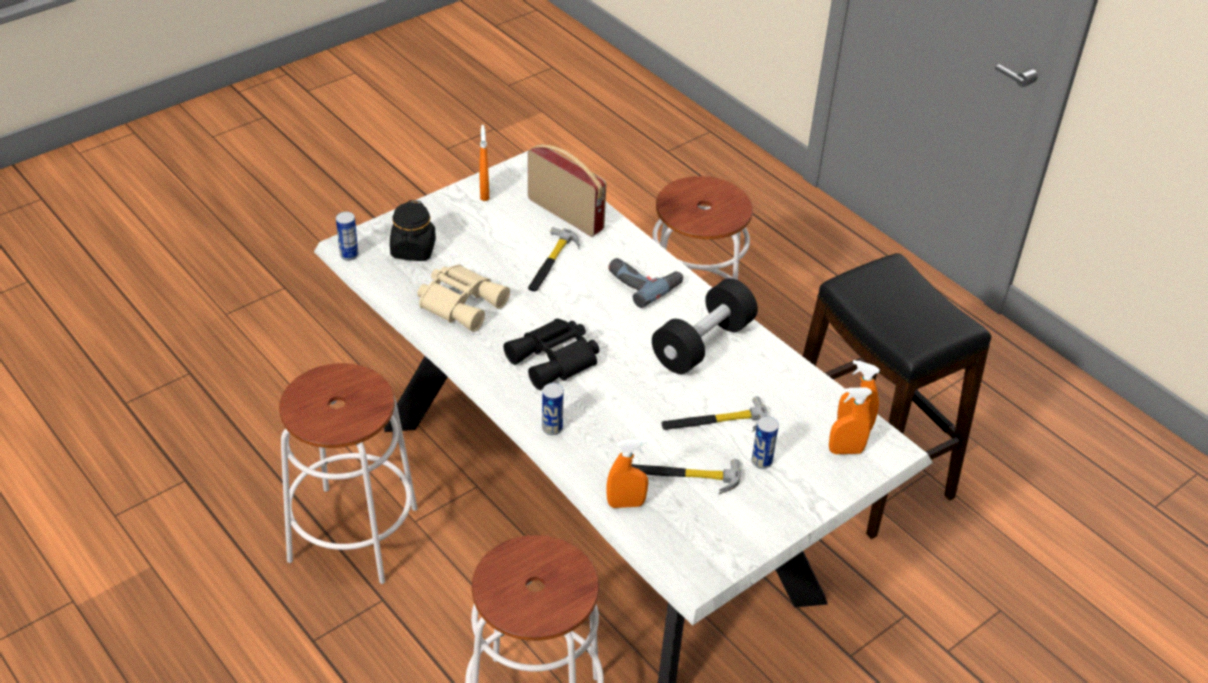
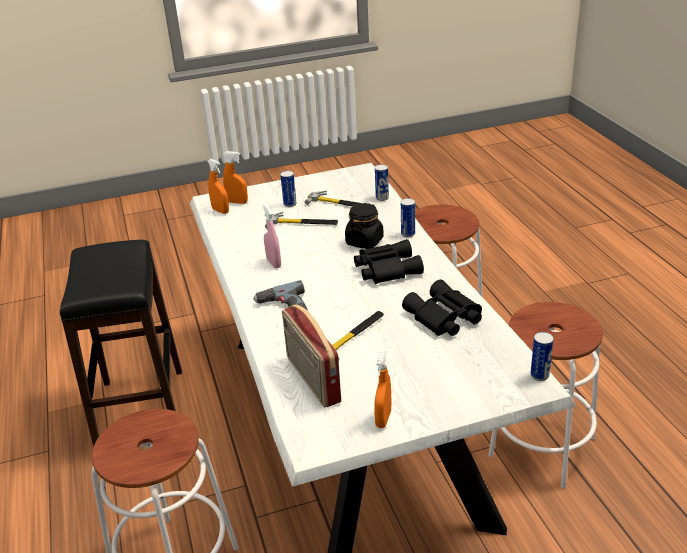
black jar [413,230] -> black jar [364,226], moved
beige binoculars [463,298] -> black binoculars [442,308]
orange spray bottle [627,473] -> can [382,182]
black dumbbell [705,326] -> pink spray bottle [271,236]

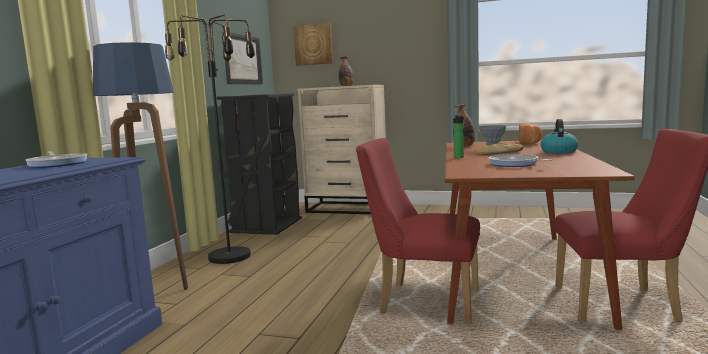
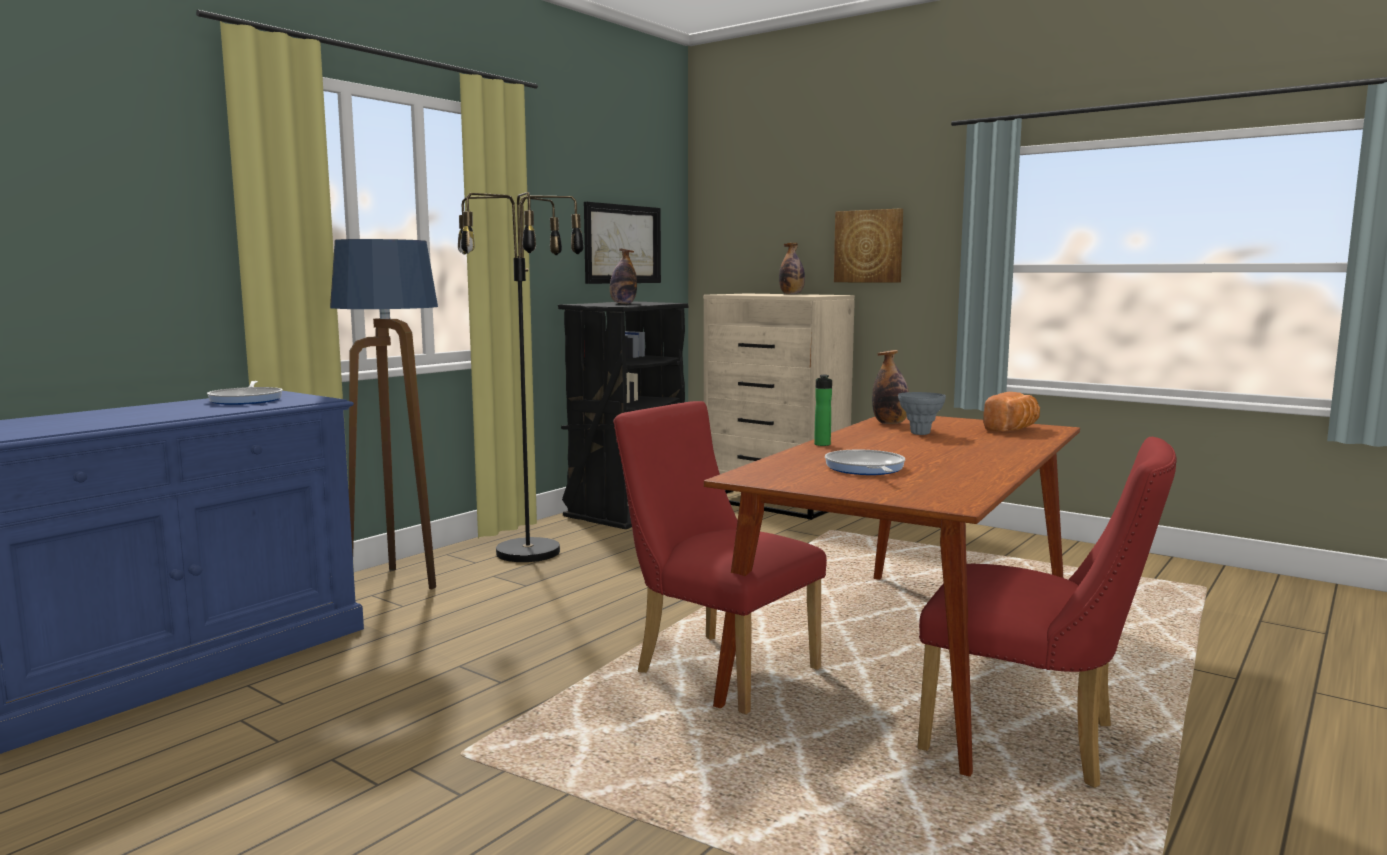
picture [313,44] -> picture [868,245], moved
bread [499,149] -> none
kettle [559,136] -> none
none -> bottle [623,276]

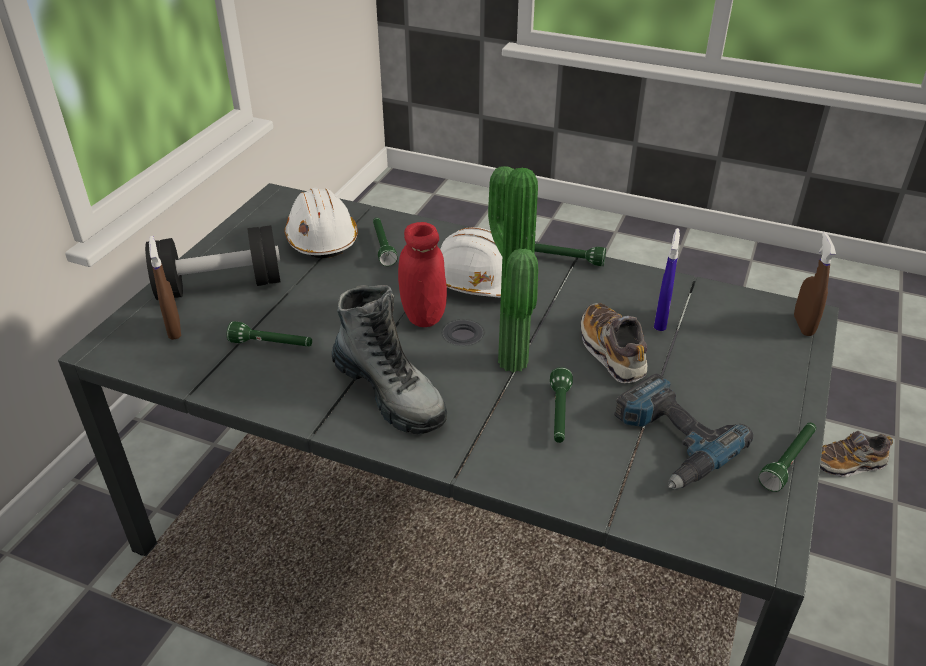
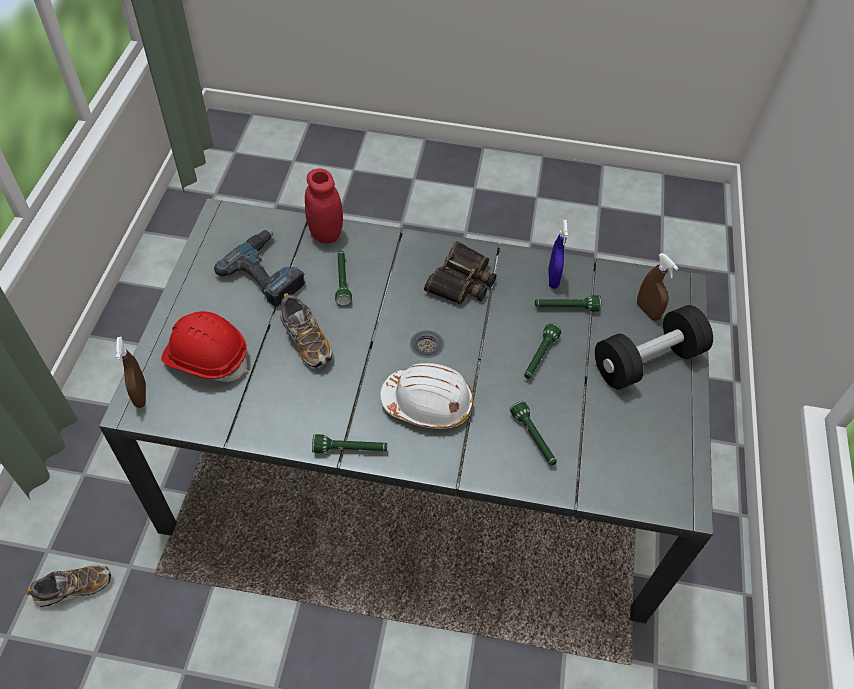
white hard hat [321,223] -> none
boot [389,359] -> binoculars [460,273]
red jar [422,274] -> red jar [324,206], moved
potted plant [513,269] -> none
blue spray bottle [667,279] -> blue spray bottle [558,254], moved
green flashlight [787,457] -> green flashlight [543,351], moved
none -> red hard hat [204,346]

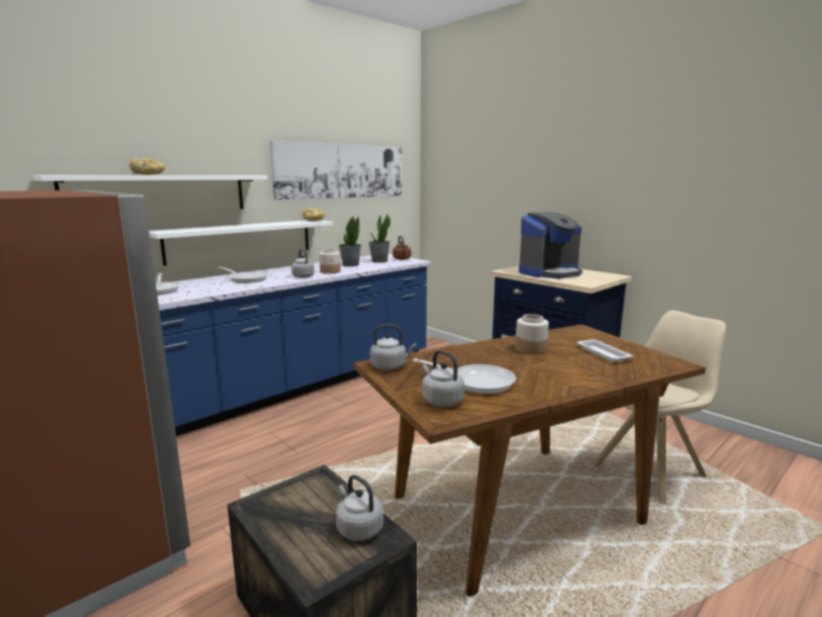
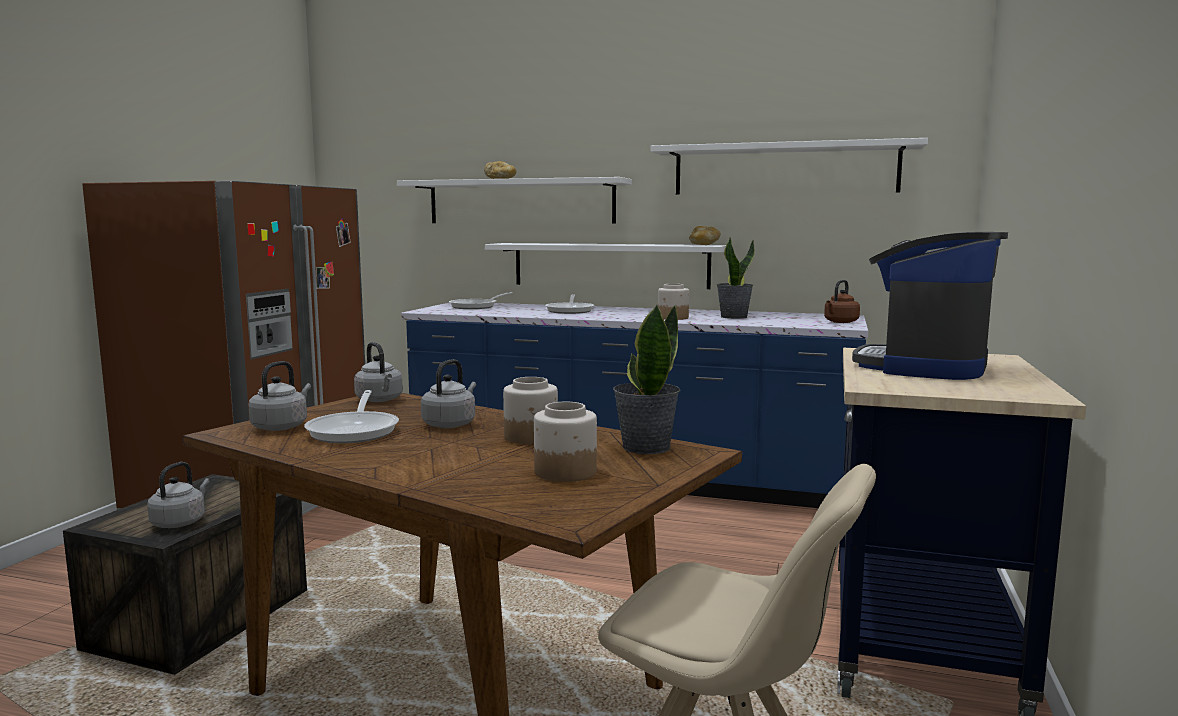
picture [336,170] -> white shelf [789,166]
grey kettle [302,263] -> grey kettle [448,393], moved
potted plant [379,238] -> potted plant [646,379], moved
coffee machine [550,245] -> coffee machine [930,306], 90 degrees clockwise
white tray [605,350] -> jar [565,442]

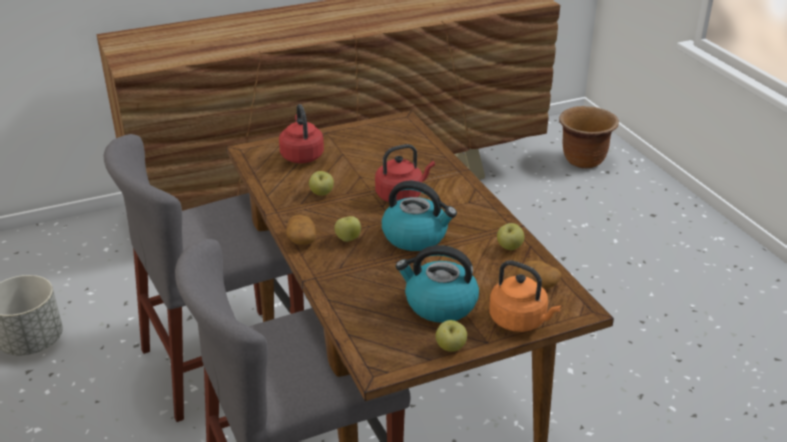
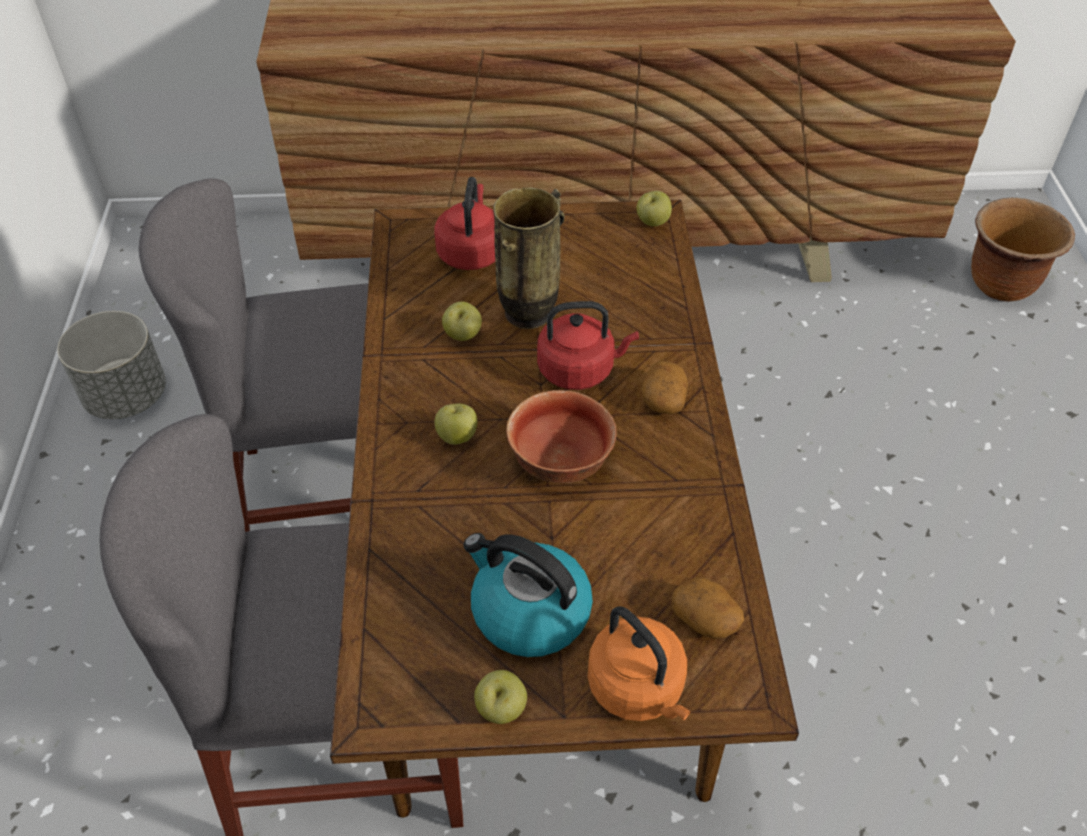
potato [301,230] -> potato [664,387], moved
kettle [419,216] -> bowl [561,436]
apple [510,236] -> apple [654,208], moved
none -> vase [529,258]

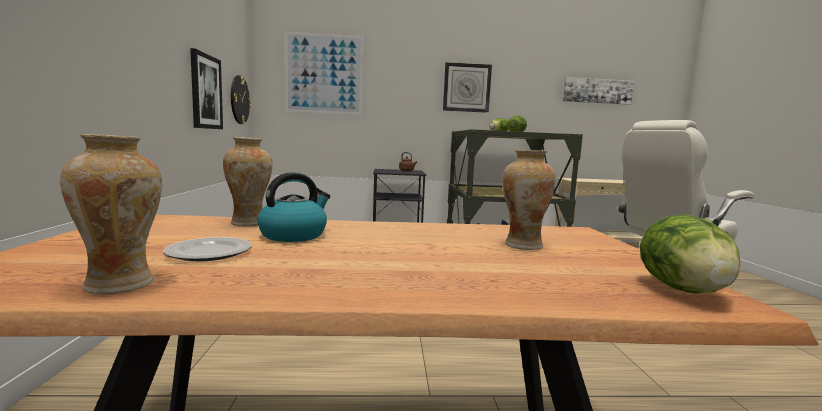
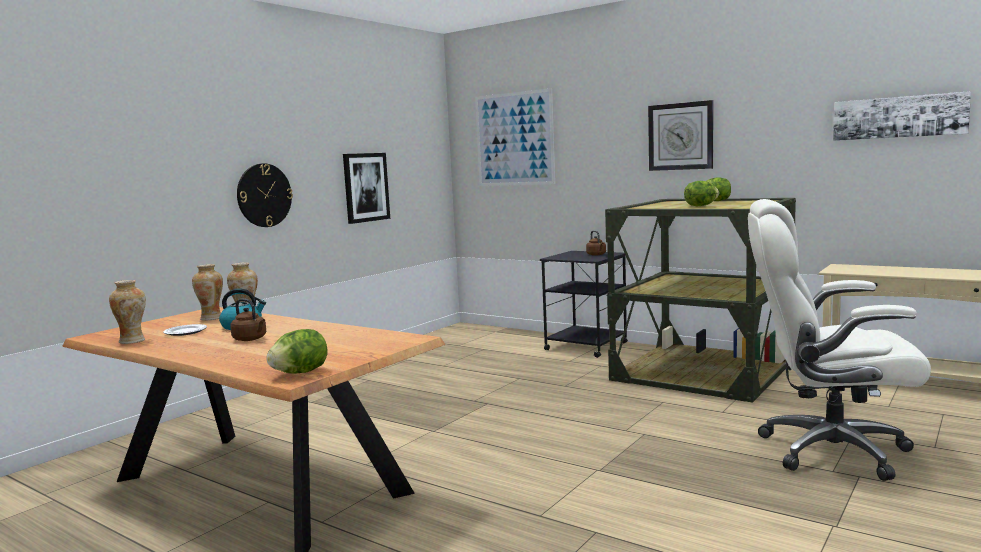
wall clock [241,99] -> wall clock [265,195], moved
vase [529,200] -> vase [207,292], moved
none -> brown kettle [248,320]

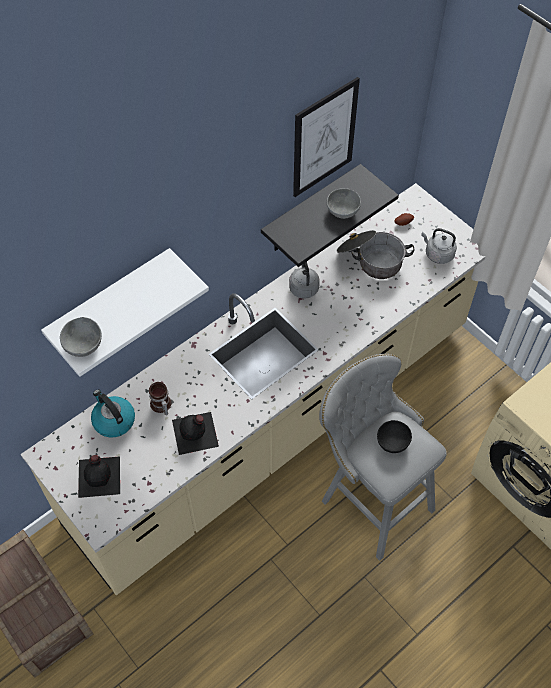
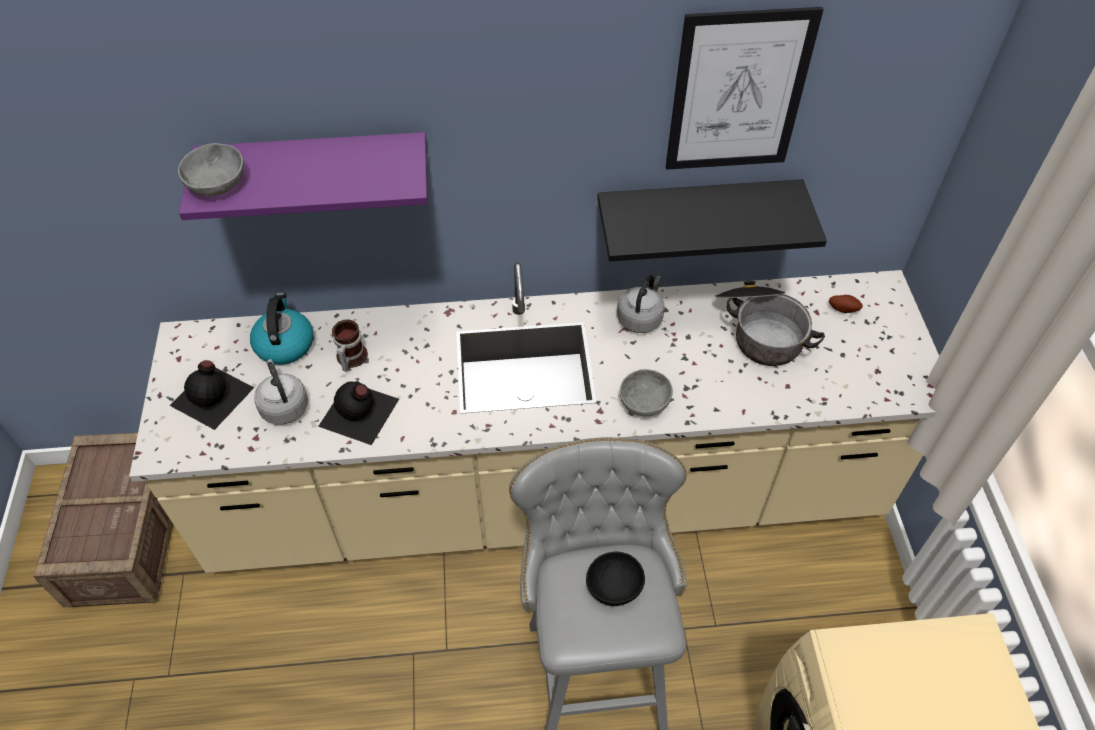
white shelf [125,312] -> purple shelf [303,176]
grey bowl [344,203] -> grey bowl [646,393], moved
grey kettle [439,246] -> grey kettle [281,392], moved

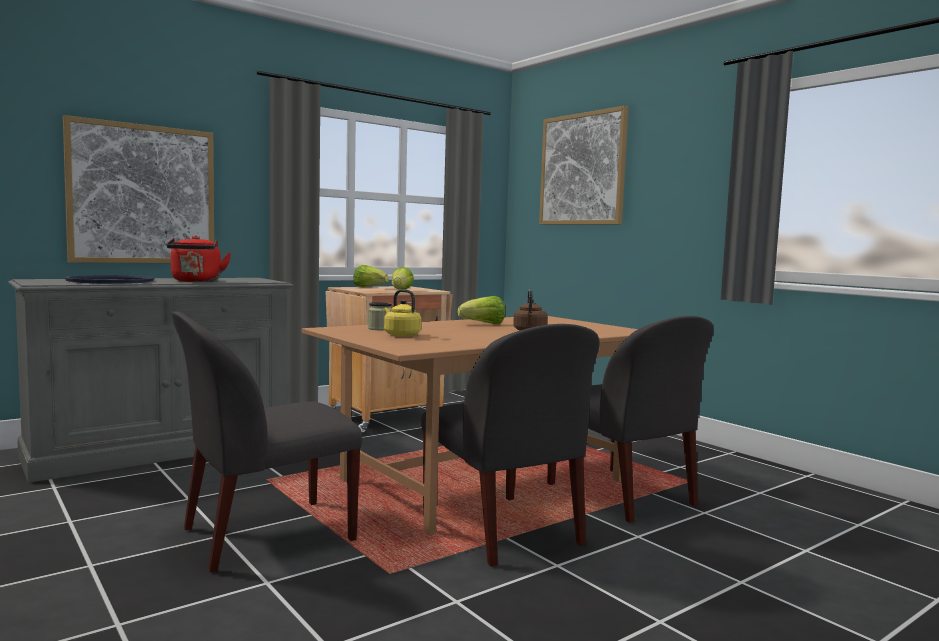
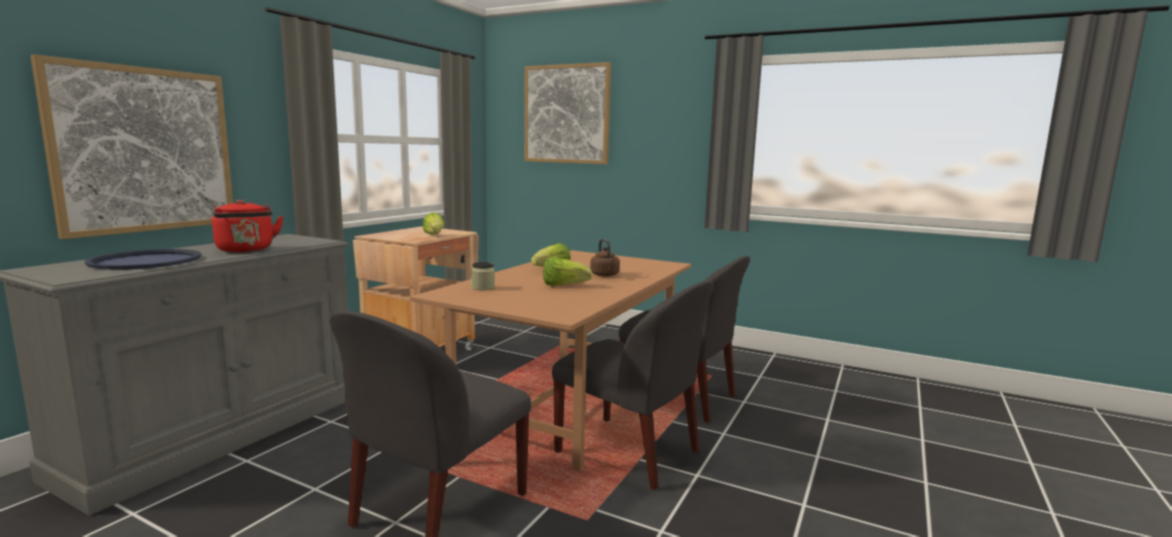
lettuce [371,276] -> lettuce [567,271], moved
yellow kettle [402,313] -> none

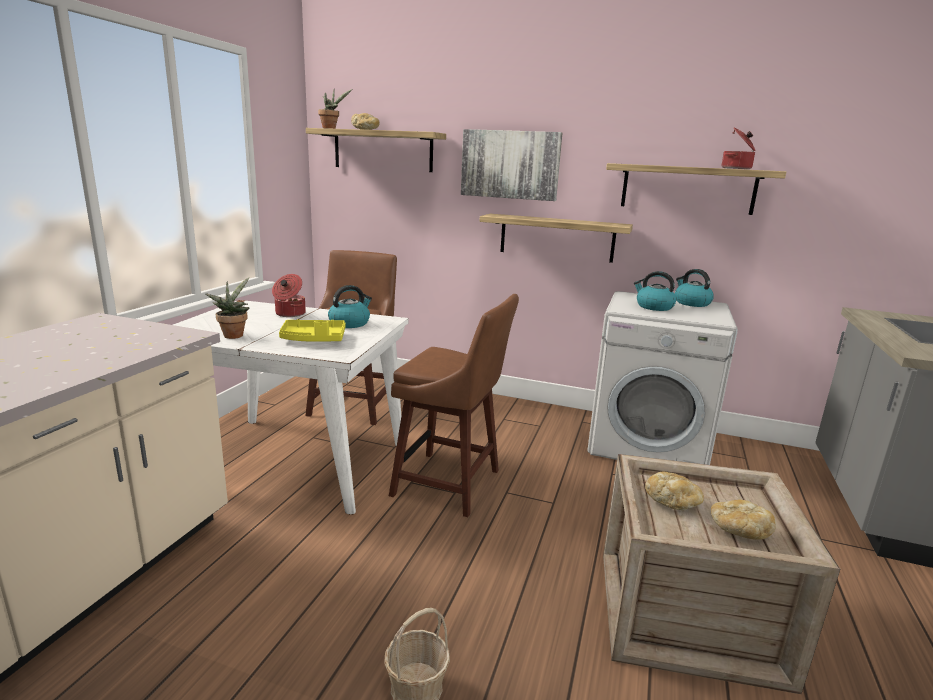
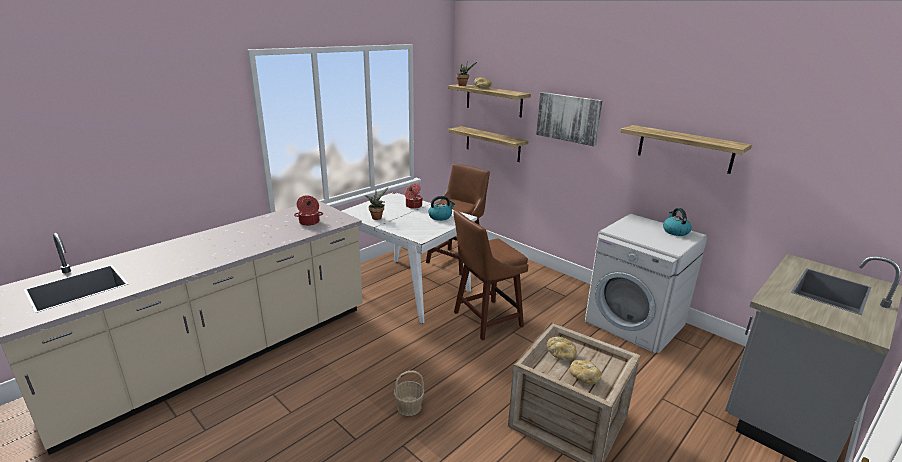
yellow tray [312,330] -> none
brown chair [454,405] -> brown chair [490,275], 105 degrees clockwise
shelf [556,238] -> shelf [488,144], moved
kettle [655,291] -> none
cooking pot [739,148] -> cooking pot [308,210], moved

